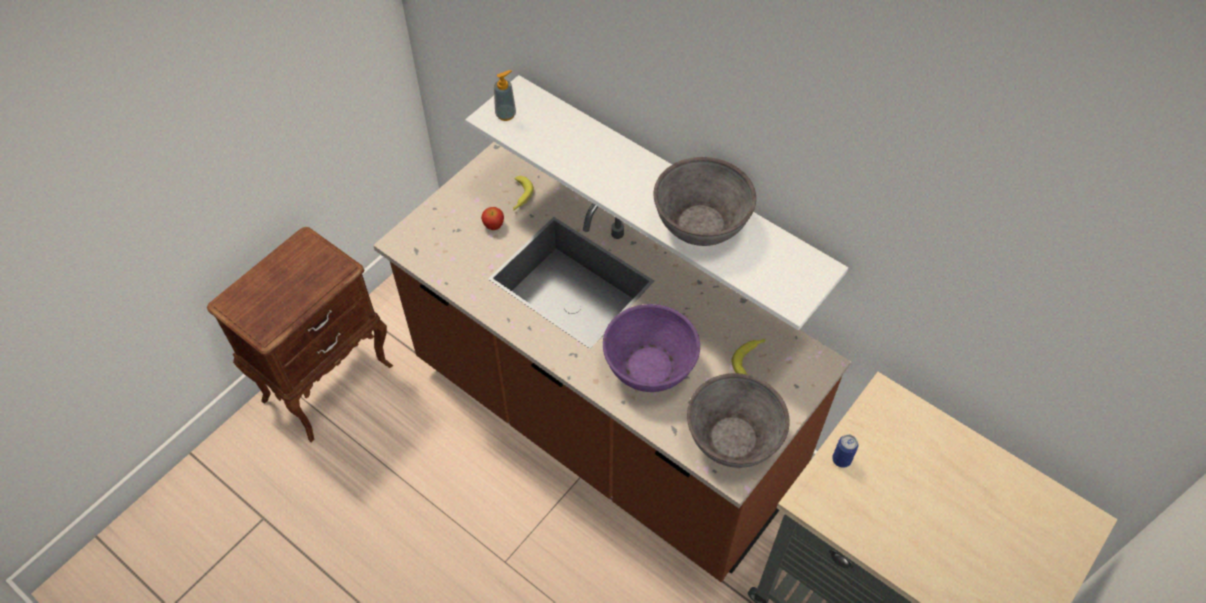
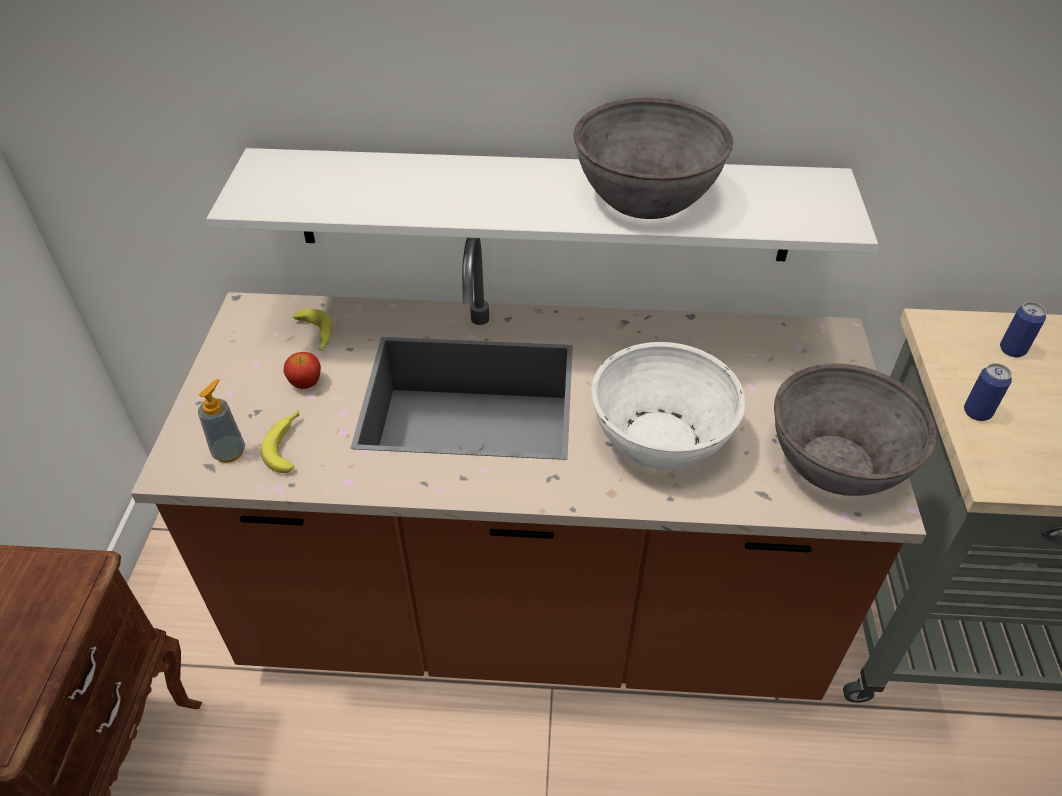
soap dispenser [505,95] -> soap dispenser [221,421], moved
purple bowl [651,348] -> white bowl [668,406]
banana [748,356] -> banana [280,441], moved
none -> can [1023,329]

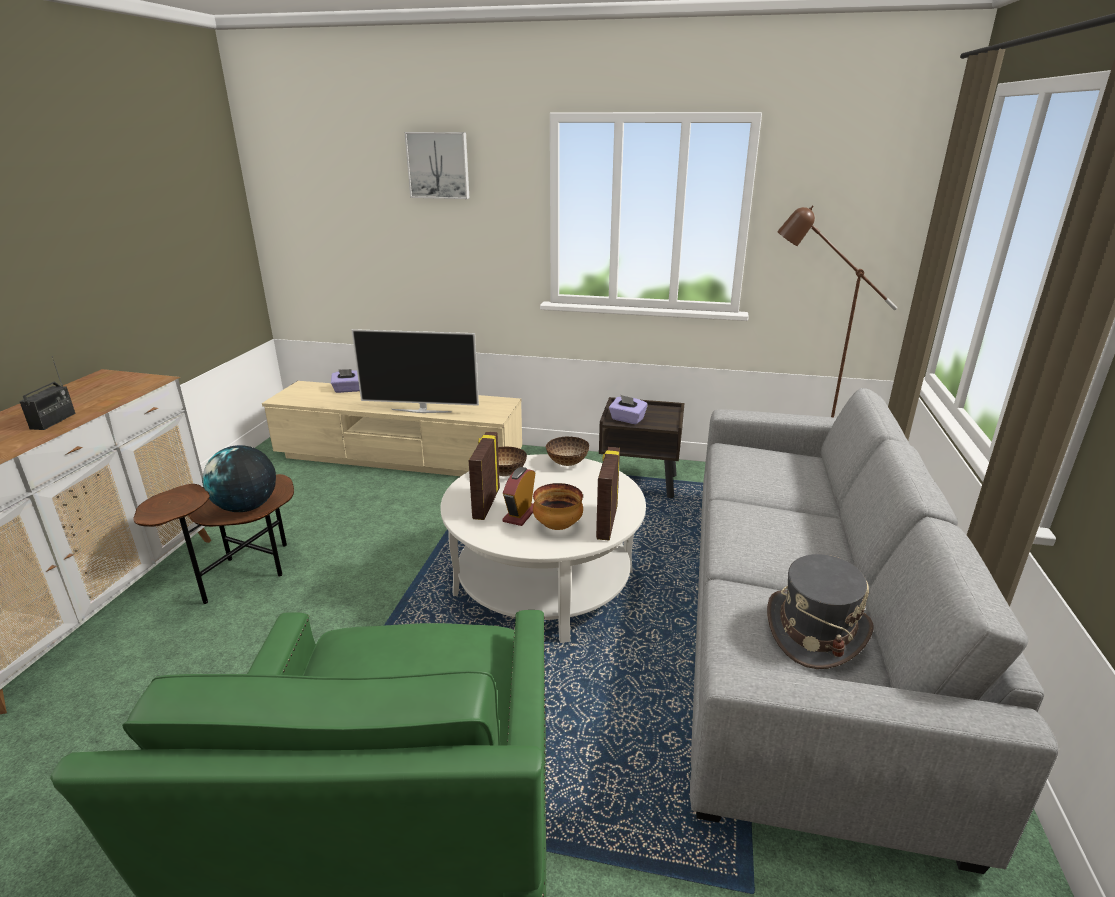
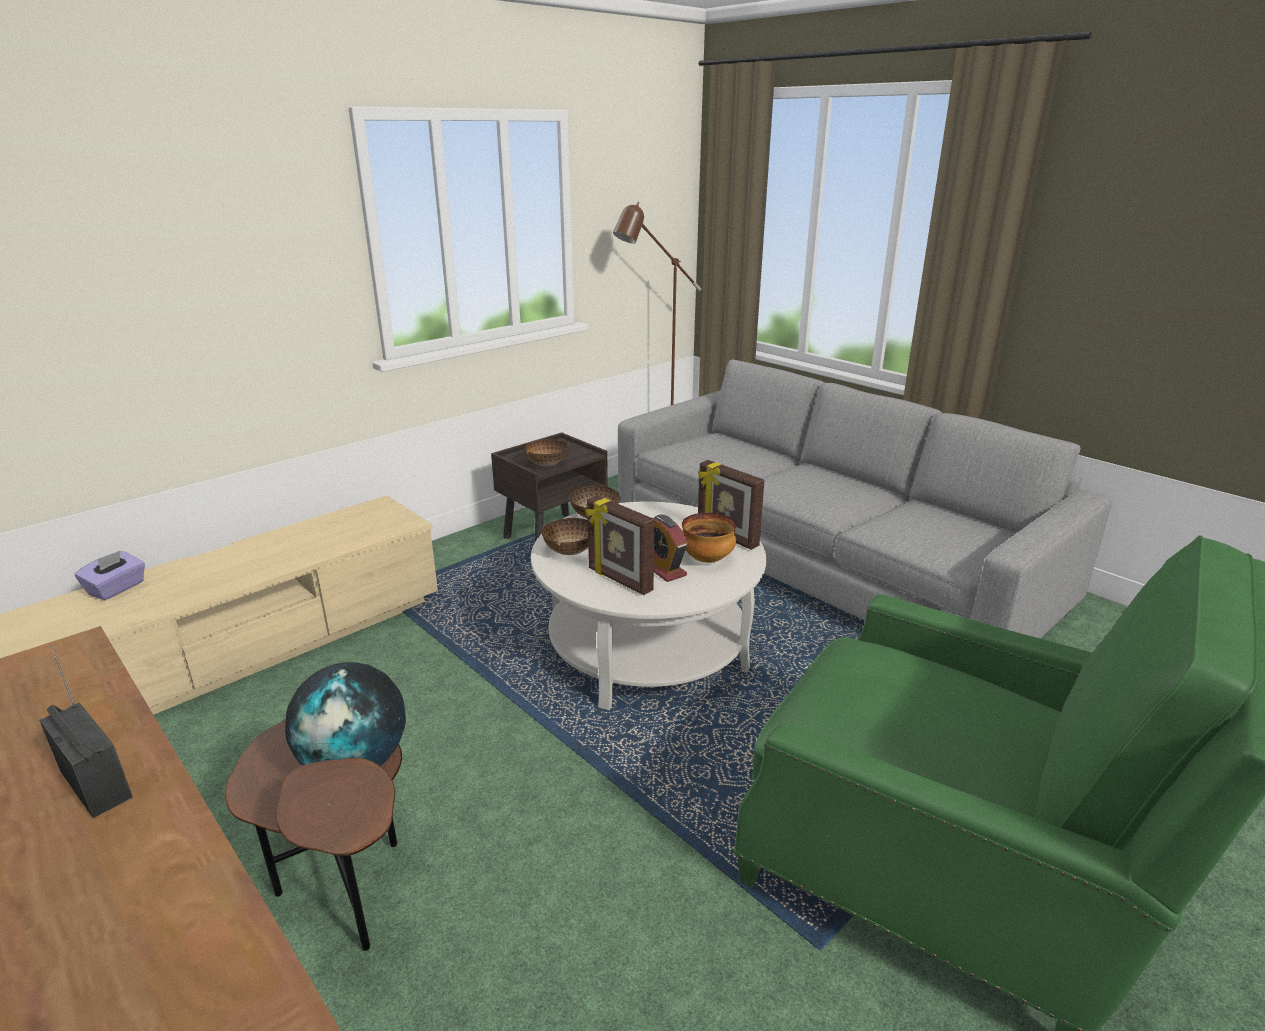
television [415,371] -> none
picture [437,165] -> none
purple tissue box [628,409] -> bowl [546,453]
grey hat [820,611] -> none

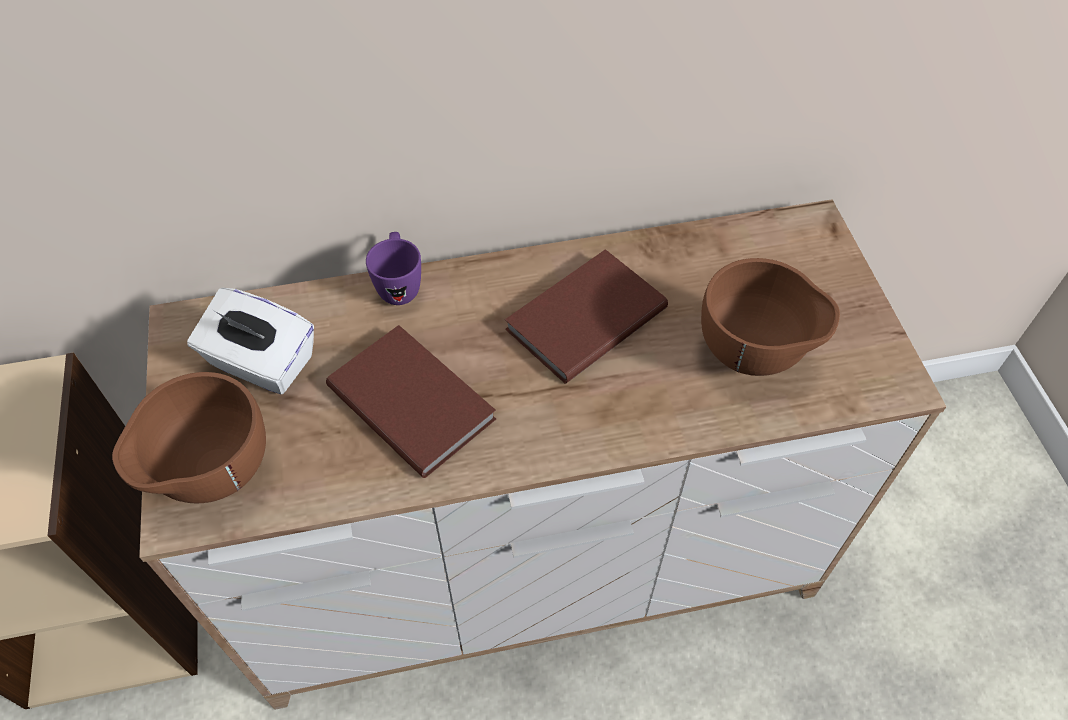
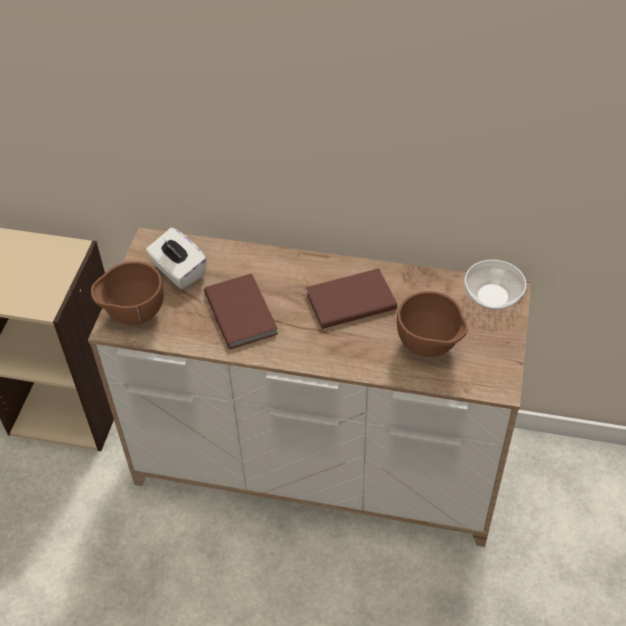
purple mug [393,268] -> none
none -> bowl [495,284]

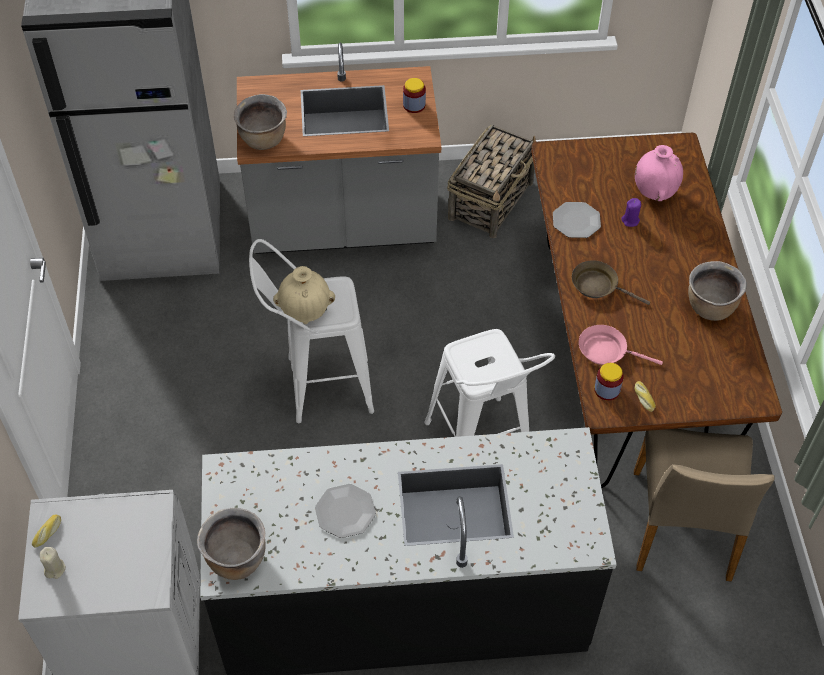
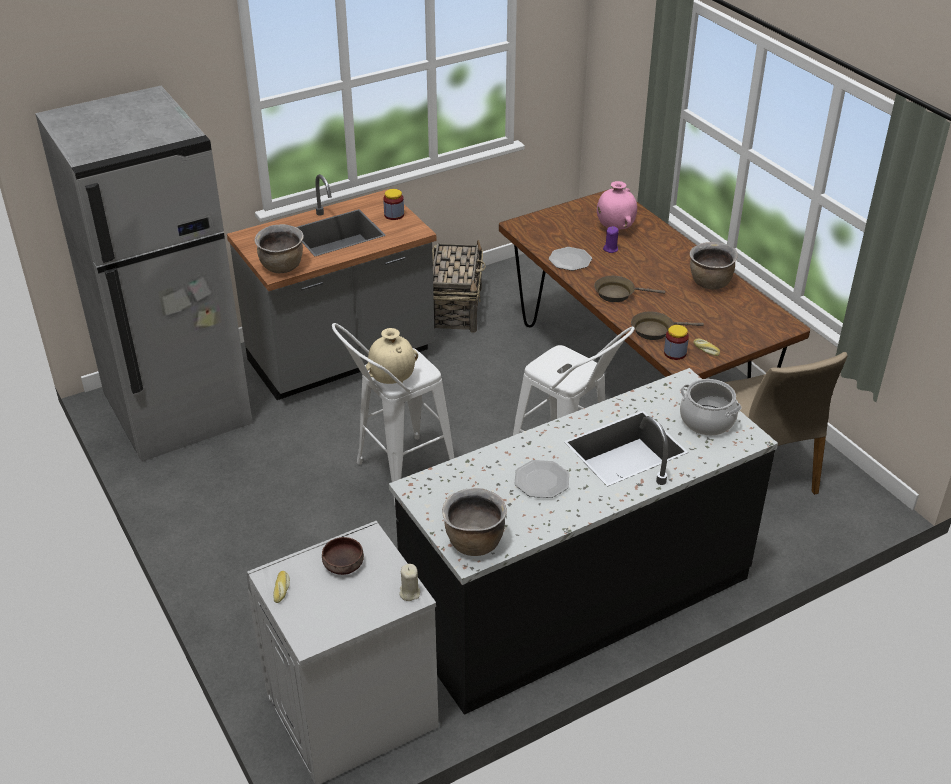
beige candle [53,563] -> beige candle [409,582], moved
pink frying pan [621,345] -> brown frying pan [667,325]
none -> brown bowl [343,556]
none -> cooking pot [711,407]

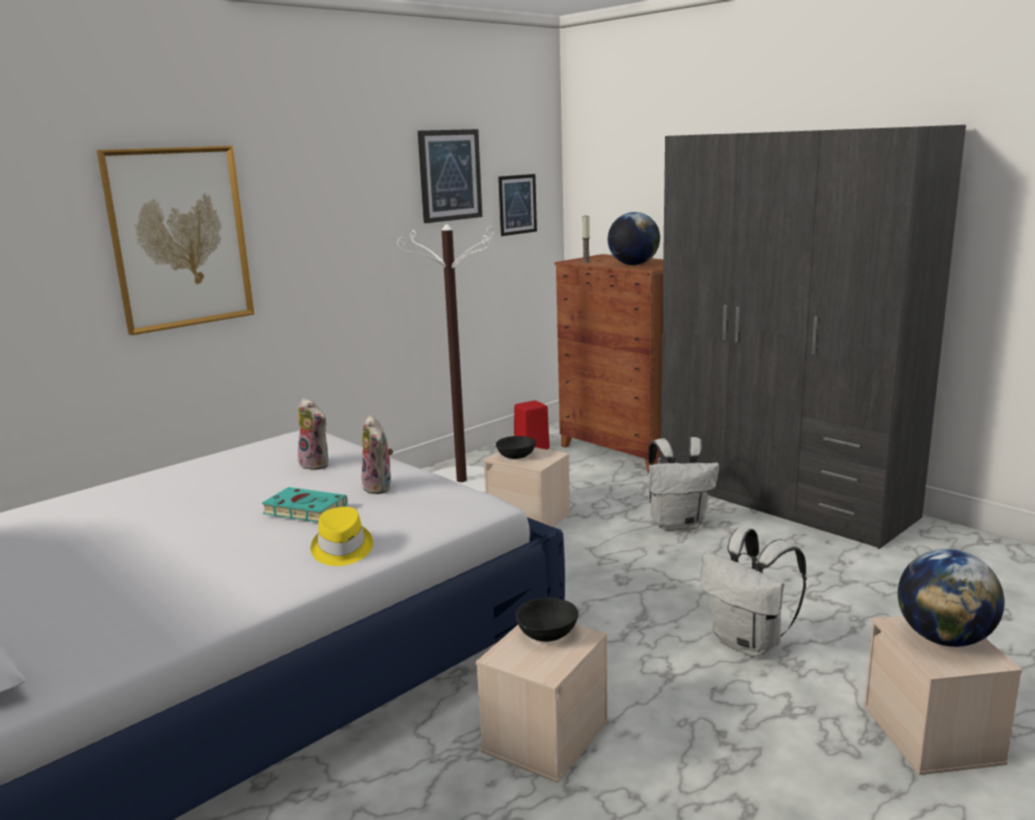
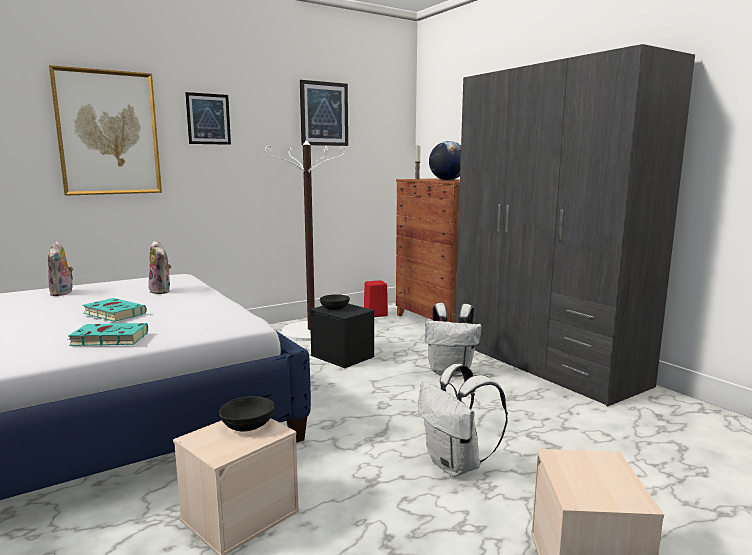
yellow hat [342,536] -> turquoise book [107,334]
plush toy [377,454] -> plush toy [60,269], moved
beige storage box [526,487] -> black storage box [341,336]
picture [517,205] -> picture [208,118], moved
globe [951,598] -> none

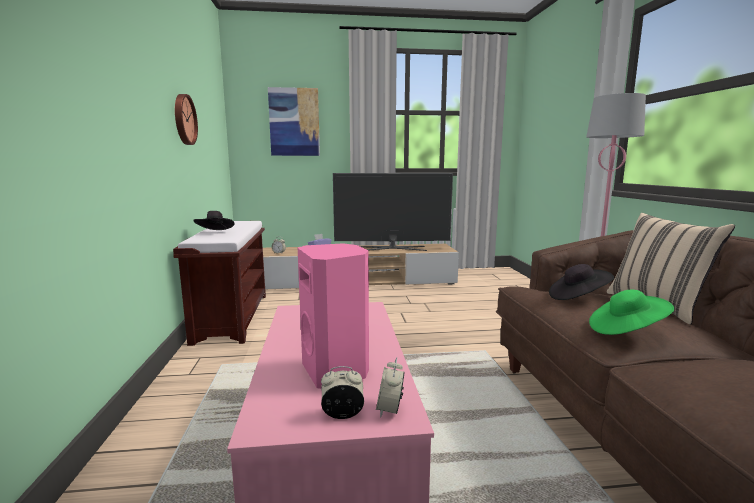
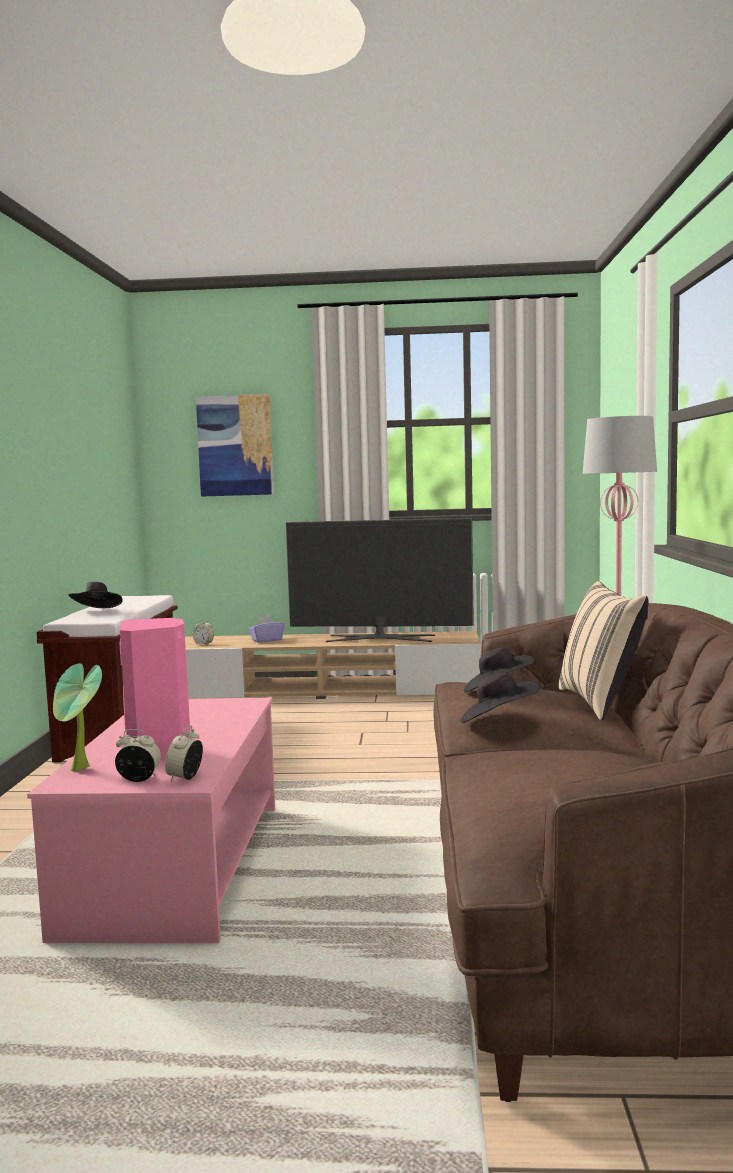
wall clock [186,119] -> none
green hat [631,312] -> black hat [500,697]
none -> potted plant [77,717]

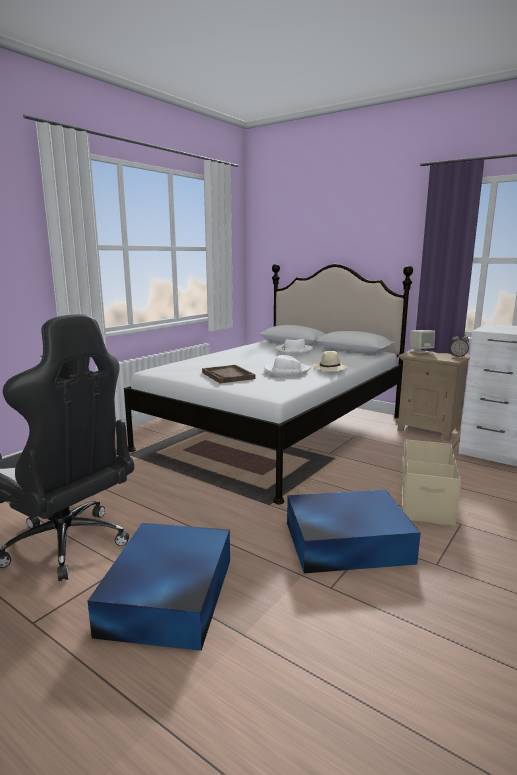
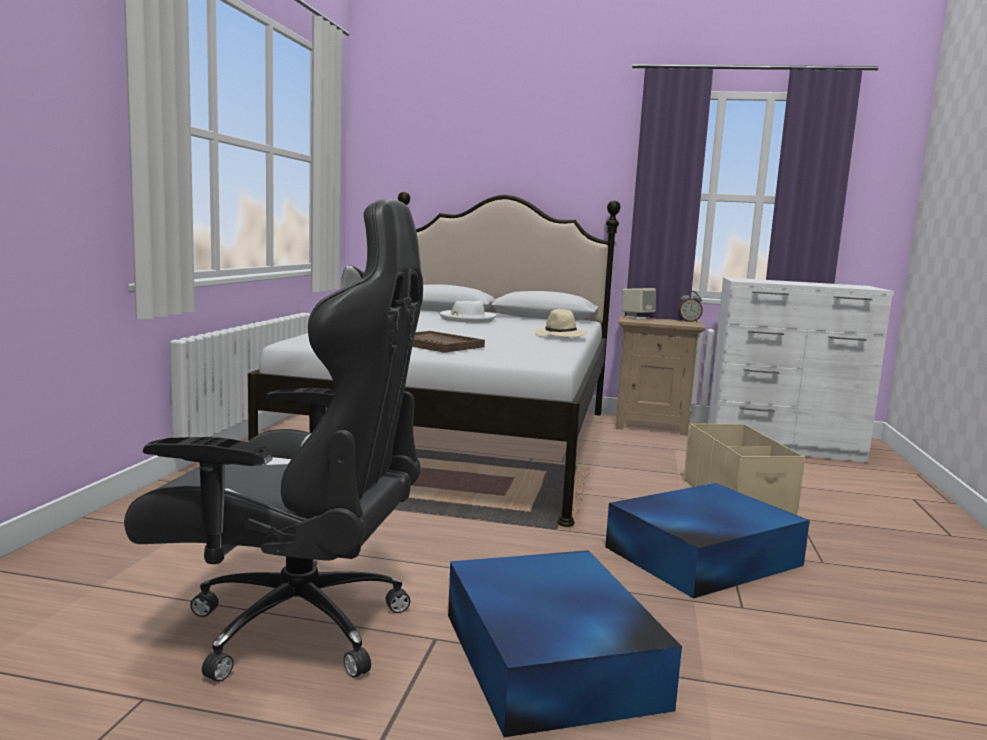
white hat [287,365] -> none

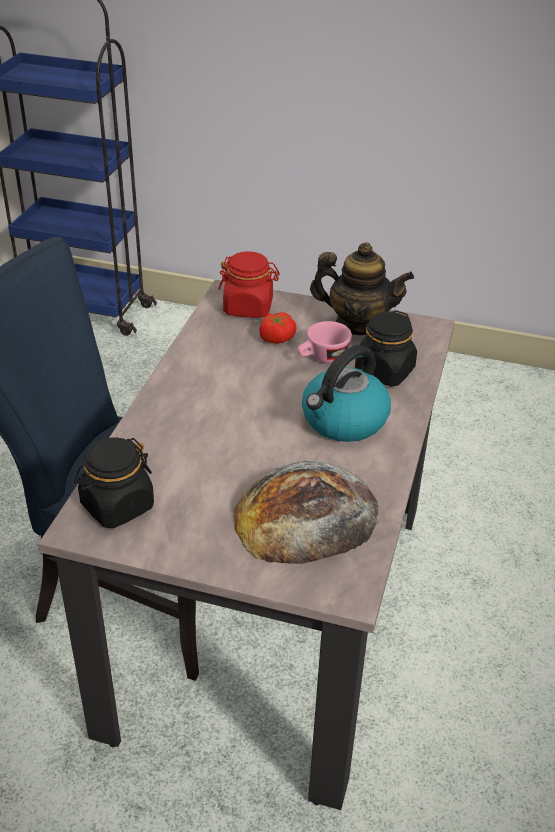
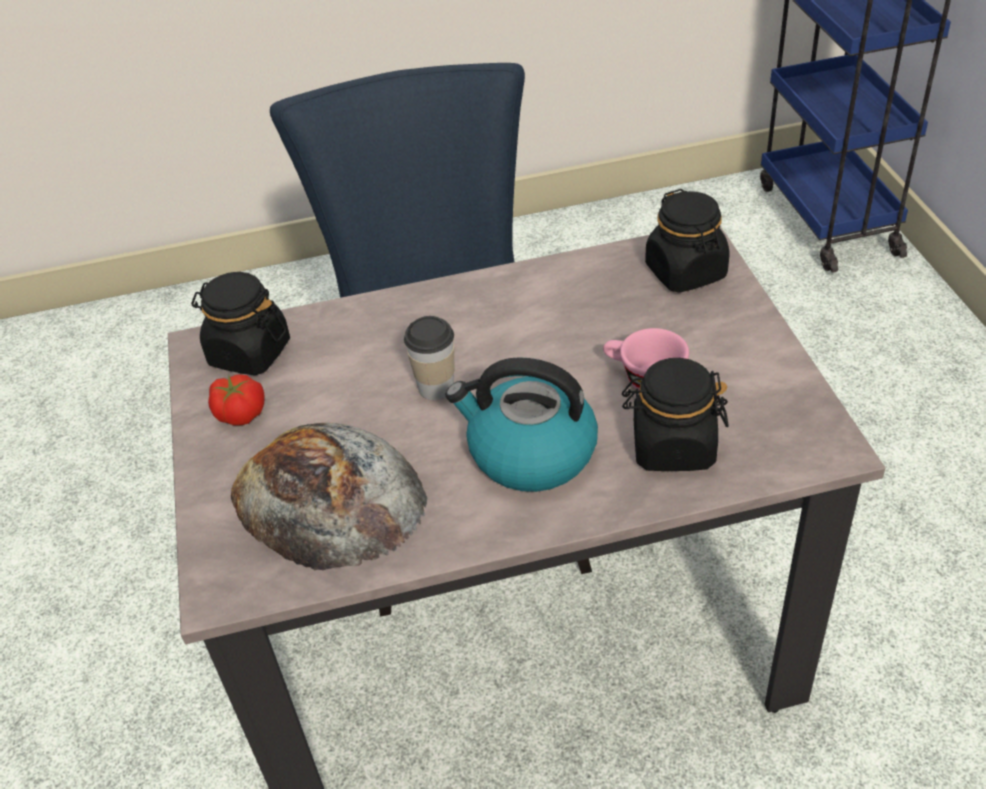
red jar [249,284] -> black jar [687,241]
tomato [278,328] -> tomato [236,399], moved
teapot [362,288] -> none
none -> cup [429,358]

